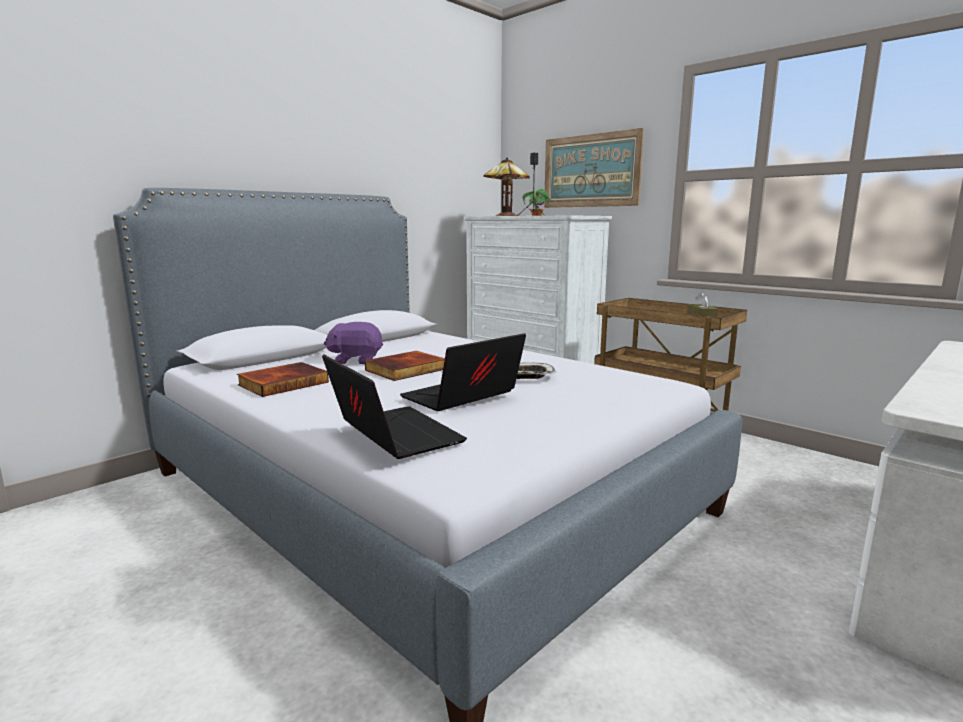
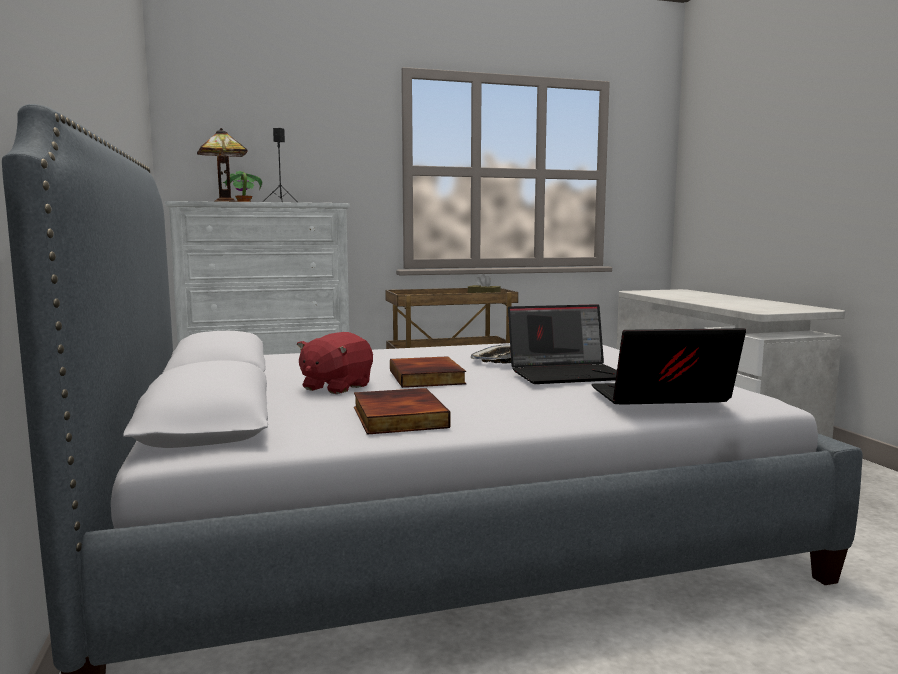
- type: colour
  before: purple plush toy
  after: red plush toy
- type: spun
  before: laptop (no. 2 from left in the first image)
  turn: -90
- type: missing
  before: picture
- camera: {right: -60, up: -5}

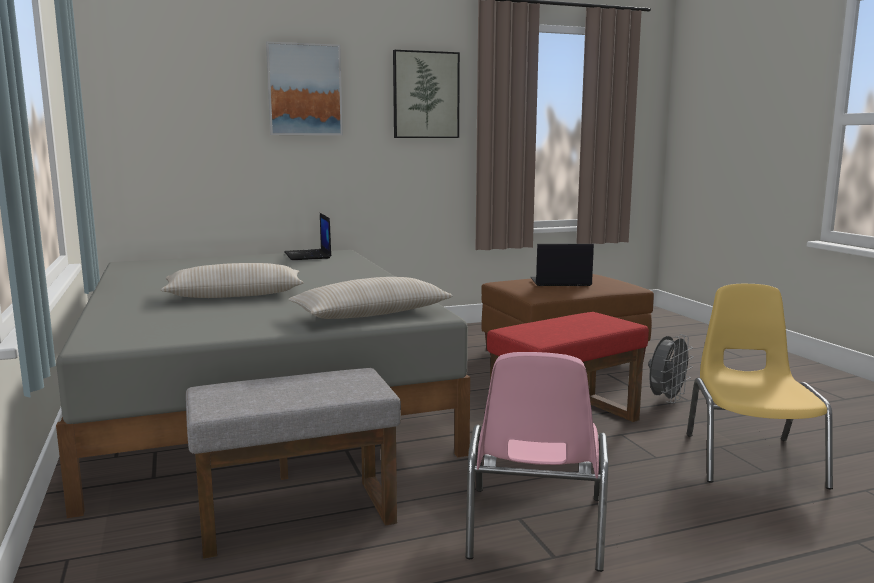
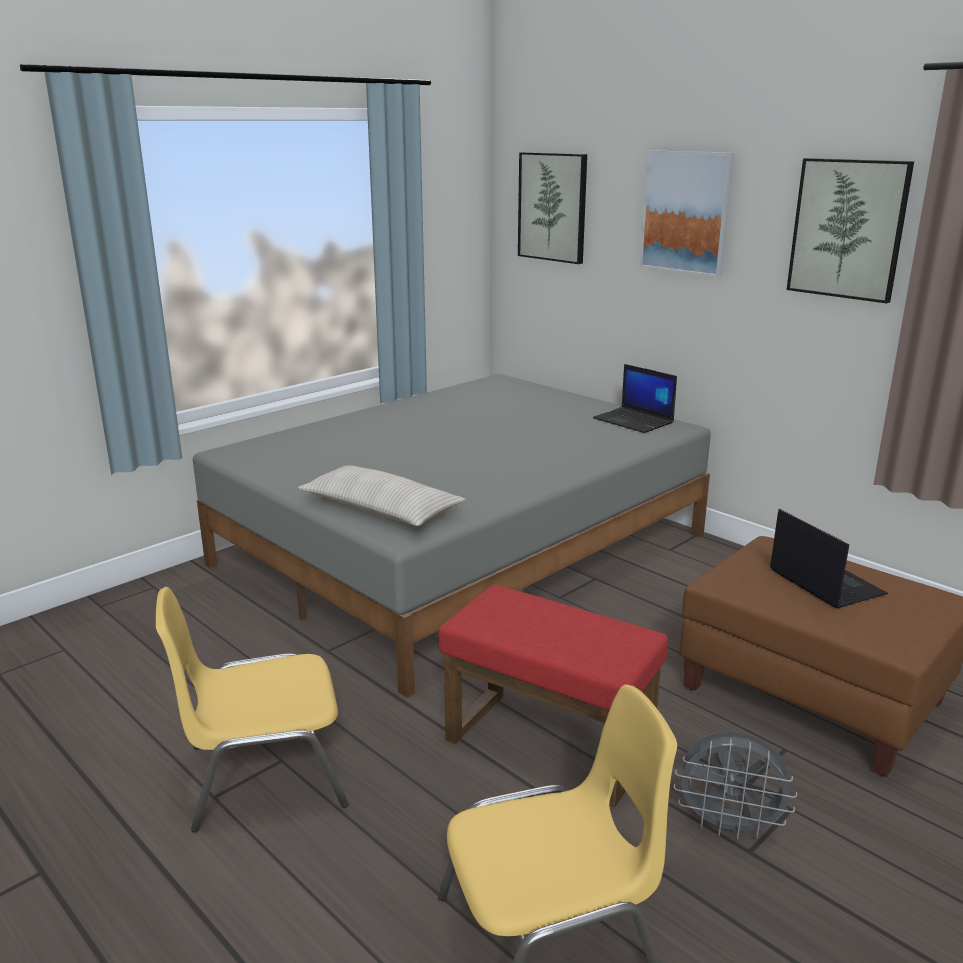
- type: colour
  before: pink chair
  after: yellow chair (no. 1 from left)
- type: appeared
  after: picture (no. 1 from left)
- type: spun
  before: laptop (no. 1 from left)
  turn: -90
- type: missing
  before: beige pillow (no. 1 from left)
- type: missing
  before: grey ottoman
- camera: {right: 65, up: 10}

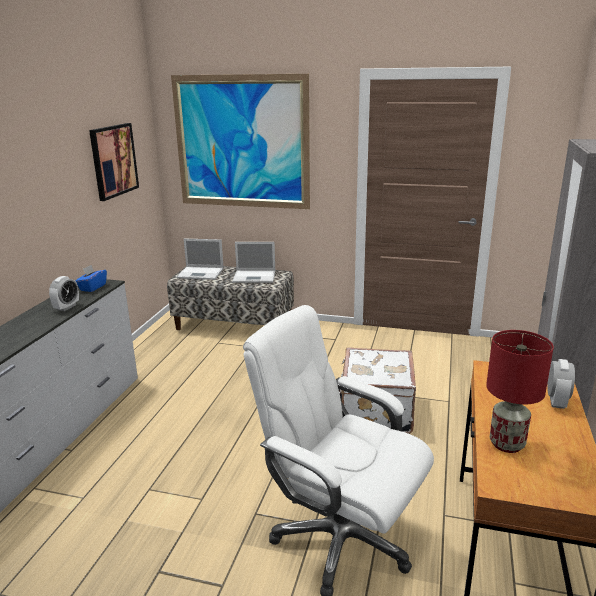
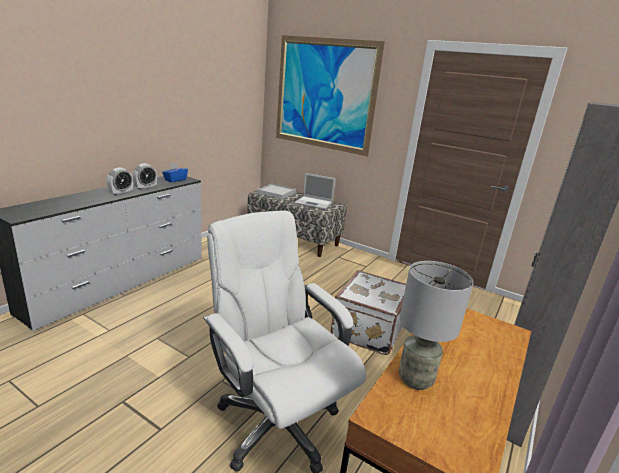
- type: relocated
  before: alarm clock (no. 2 from left in the first image)
  after: alarm clock (no. 1 from left)
- type: exchanged
  before: laptop (no. 1 from left)
  after: white tray
- type: colour
  before: red table lamp
  after: grey table lamp
- type: missing
  before: picture (no. 1 from left)
- camera: {right: 15, up: 0}

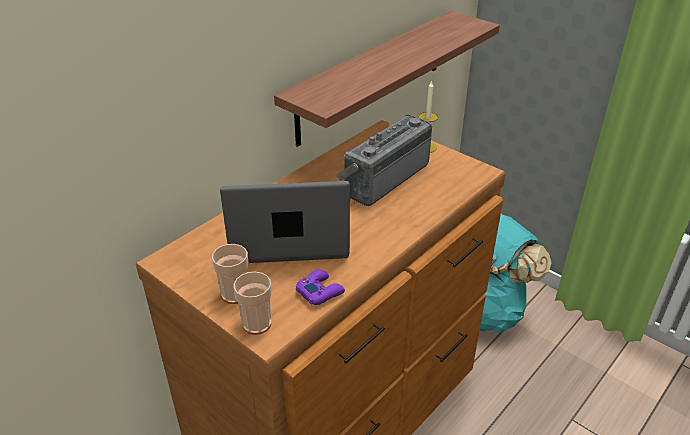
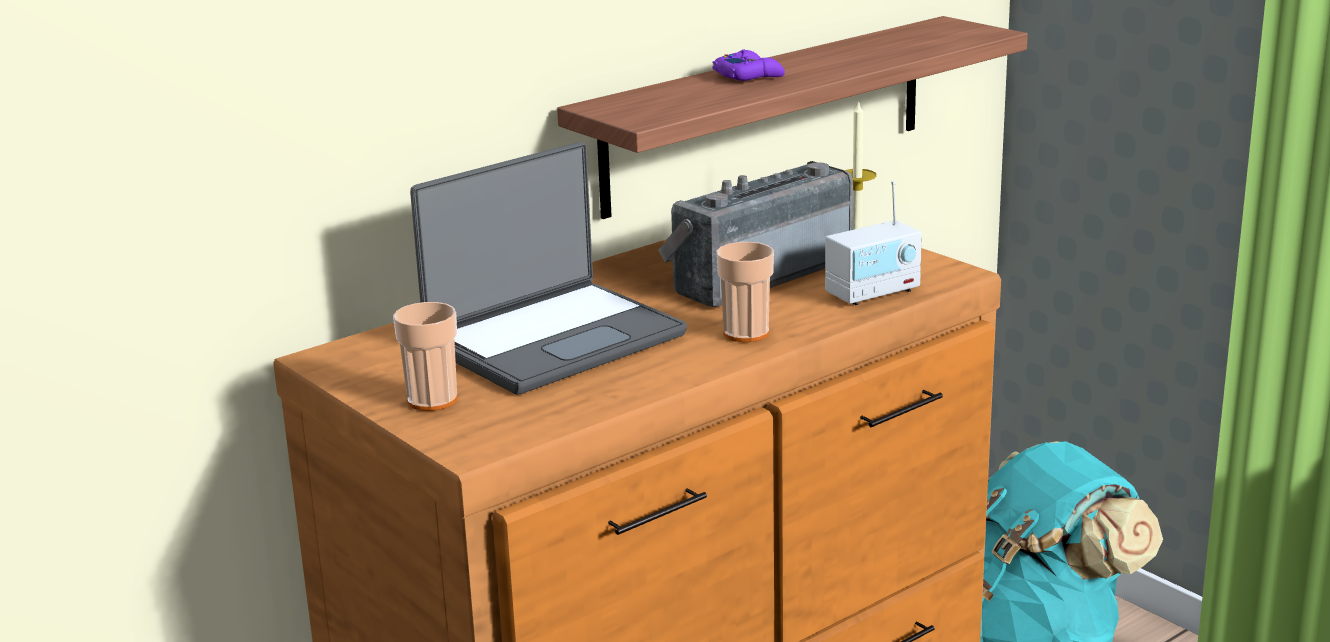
- type: spun
  before: laptop
  turn: 135
- type: relocated
  before: purple game controller
- type: relocated
  before: cup (no. 2 from left)
- type: appeared
  after: radio (no. 2 from left)
- camera: {right: 10, up: -15}

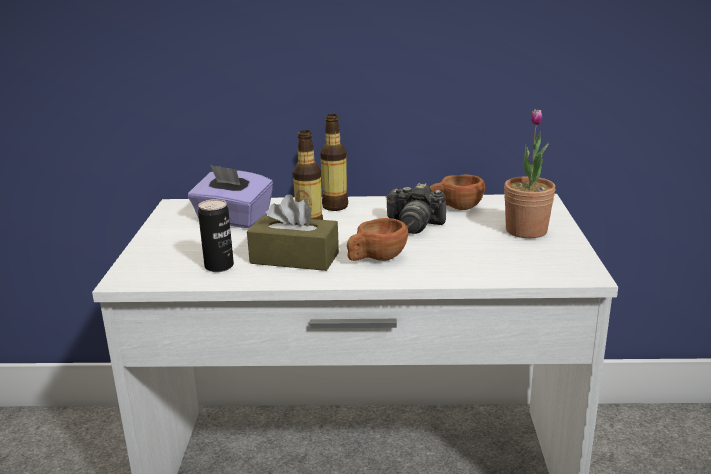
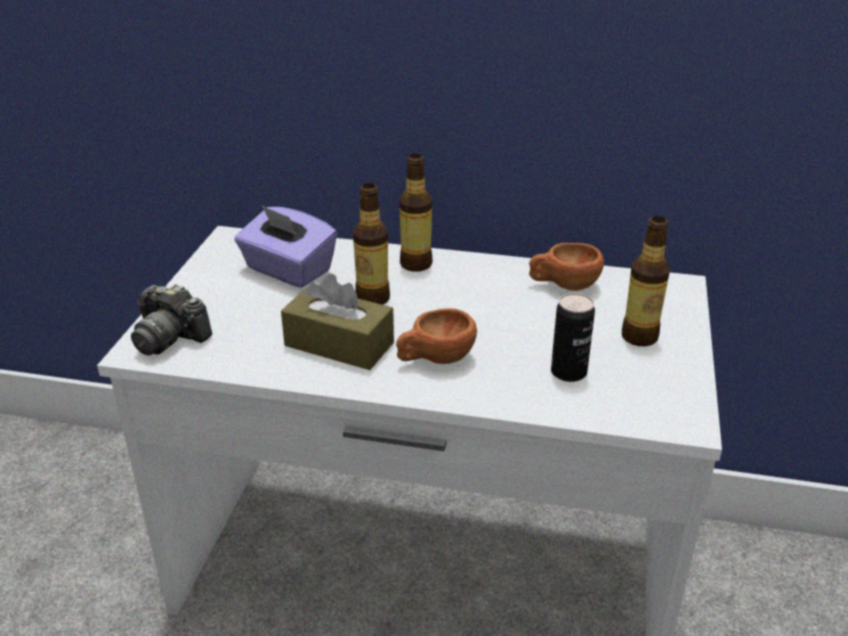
- type: relocated
  before: photo camera
- type: relocated
  before: can
- type: exchanged
  before: potted plant
  after: bottle (no. 3 from left)
- camera: {right: 10, up: 10}

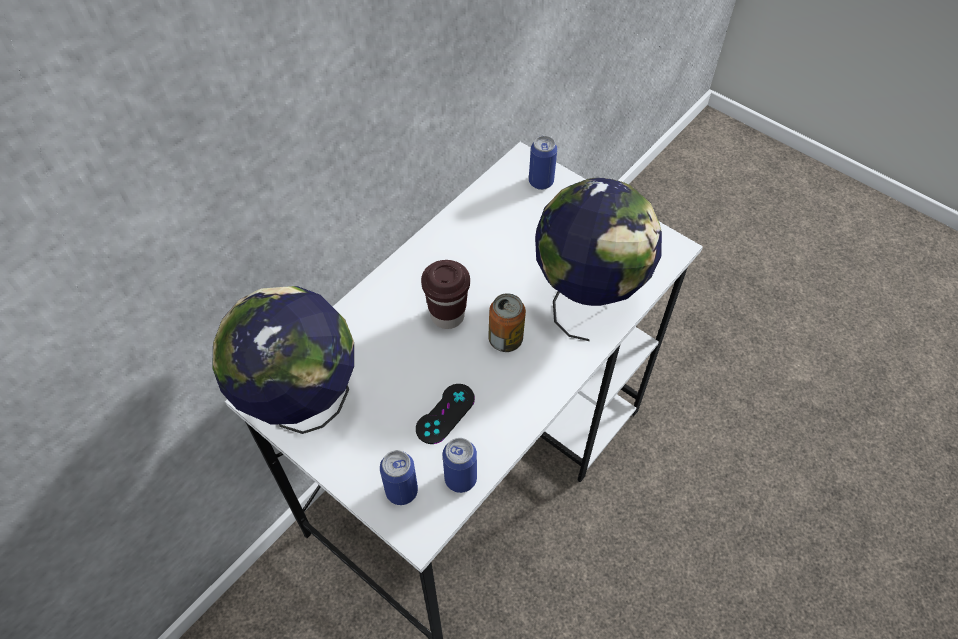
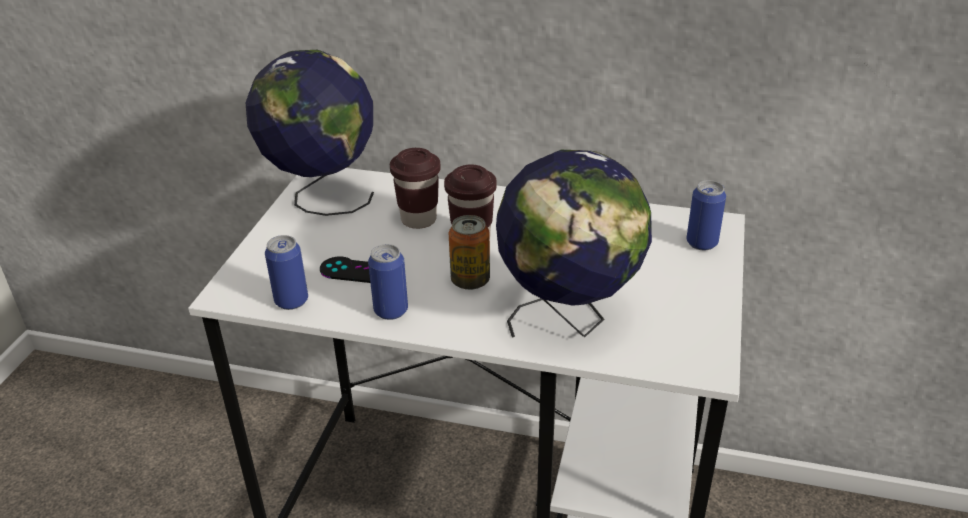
- type: relocated
  before: can (no. 1 from left in the first image)
  after: can (no. 2 from left)
- type: appeared
  after: brown cup (no. 1 from left)
- camera: {right: 65, up: -20}

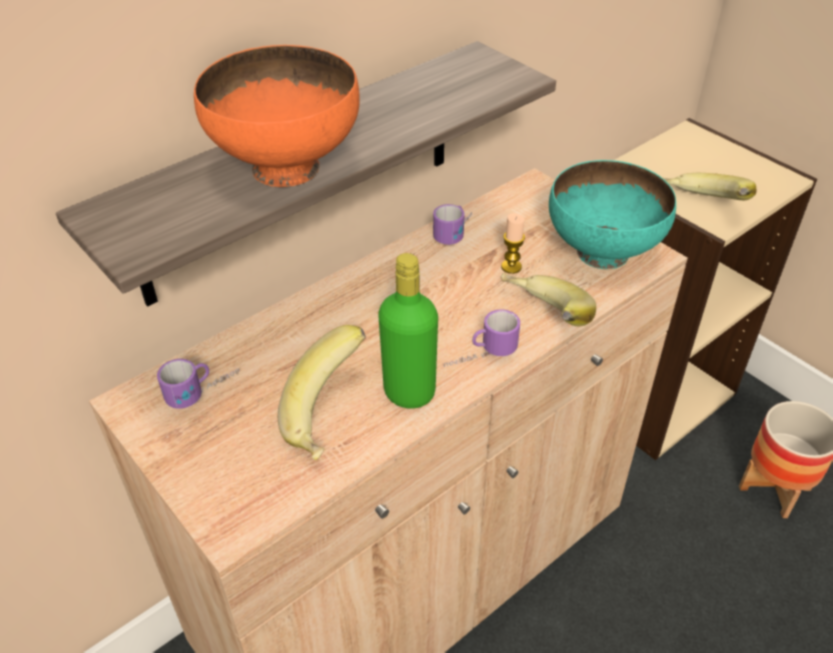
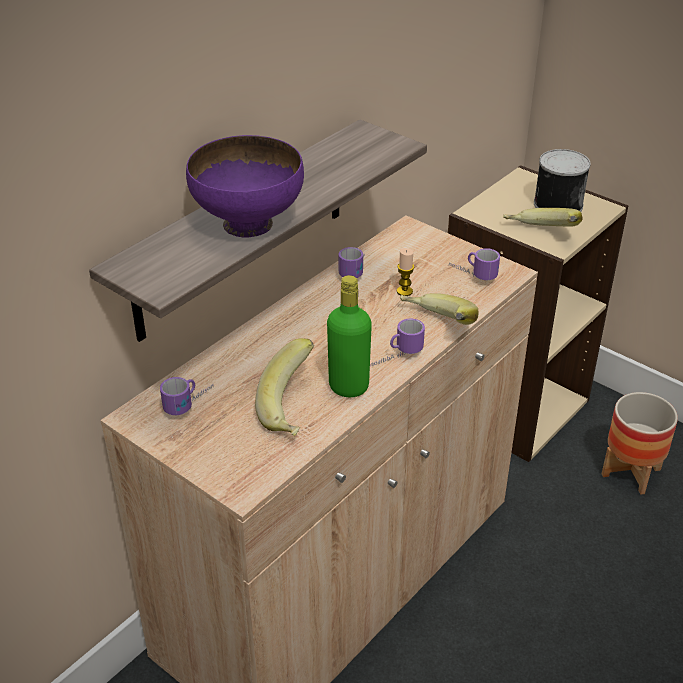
- type: colour
  before: orange bowl
  after: purple bowl
- type: exchanged
  before: turquoise bowl
  after: mug (no. 4 from left)
- type: appeared
  after: can
- camera: {right: -10, up: -5}

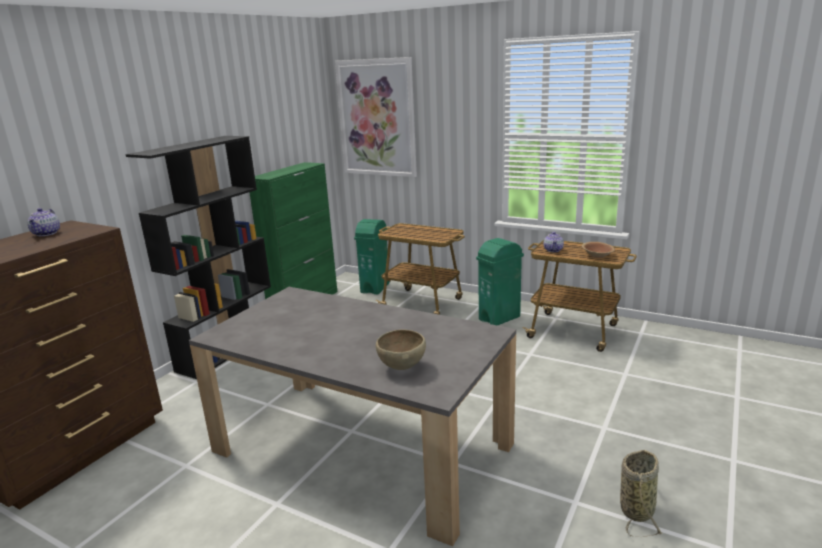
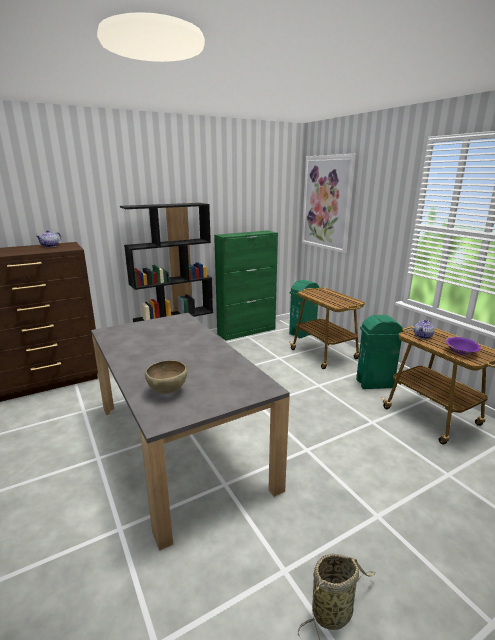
- type: colour
  before: brown bowl (no. 2 from left)
  after: purple bowl
- camera: {right: 30, up: 0}

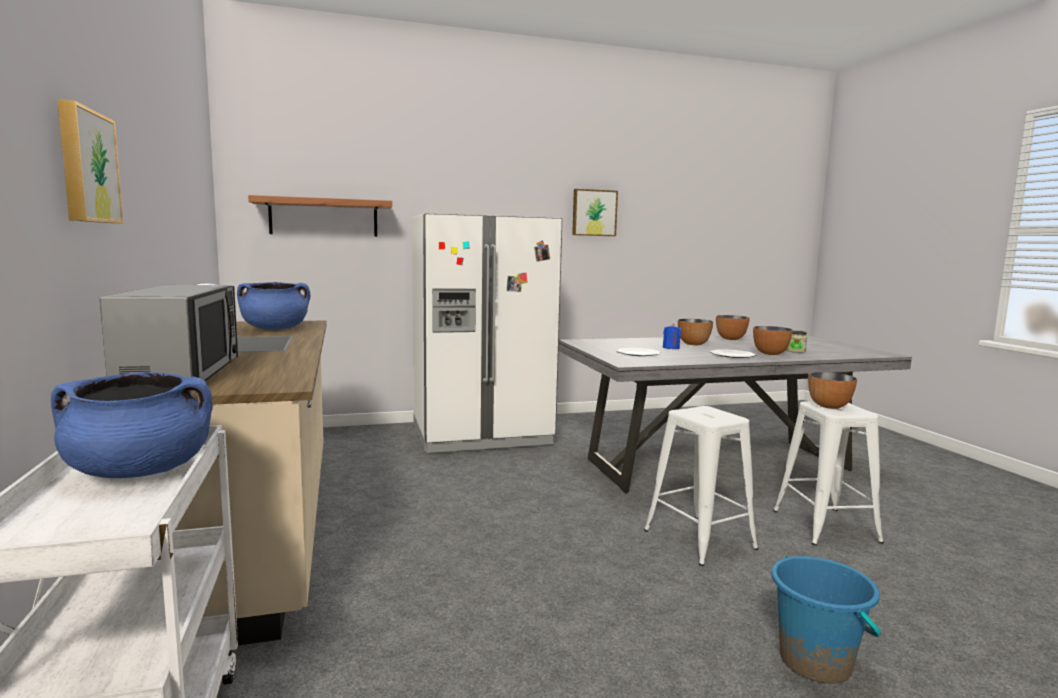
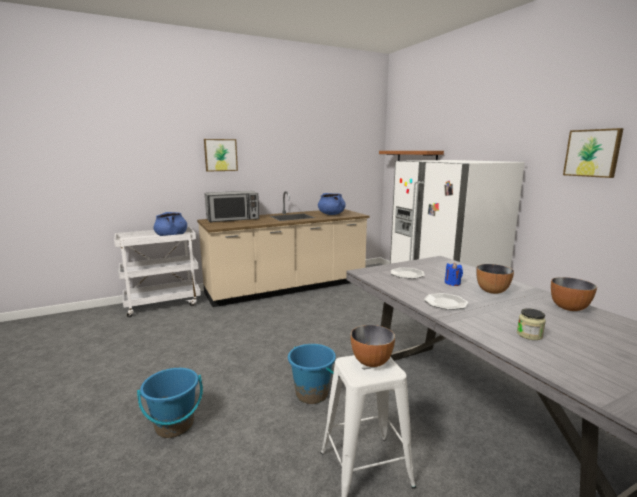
- type: exchanged
  before: white stool (no. 1 from left)
  after: blue bucket (no. 2 from left)
- type: missing
  before: bowl (no. 3 from left)
- camera: {right: 80, up: 5}

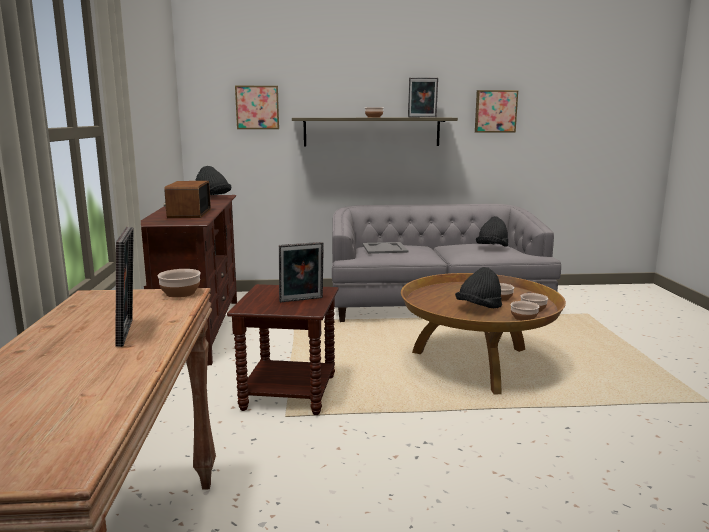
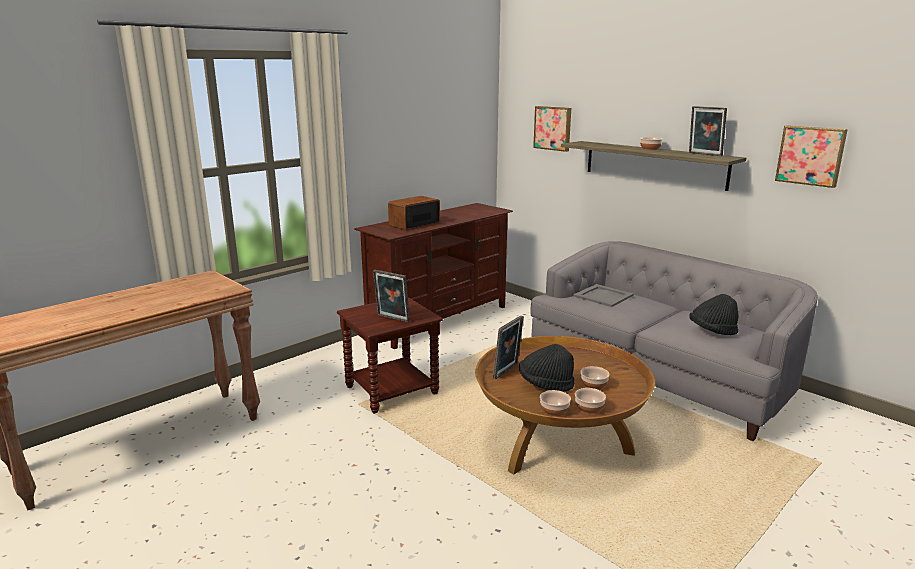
- type: relocated
  before: picture frame (no. 1 from left in the first image)
  after: picture frame (no. 2 from left)
- type: missing
  before: bowl (no. 1 from left)
- type: missing
  before: black hat (no. 1 from left)
- camera: {right: 50, up: 5}

